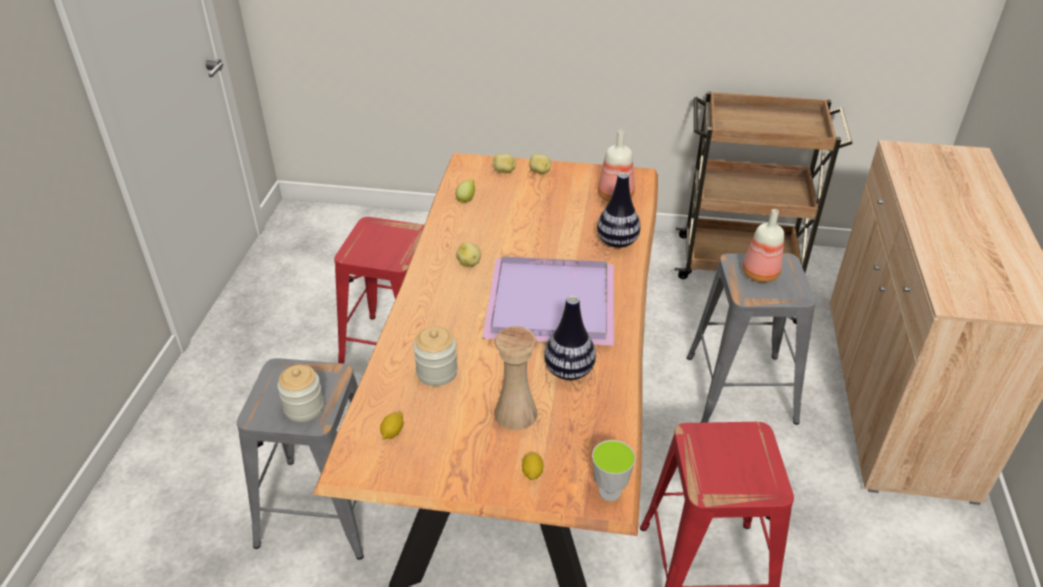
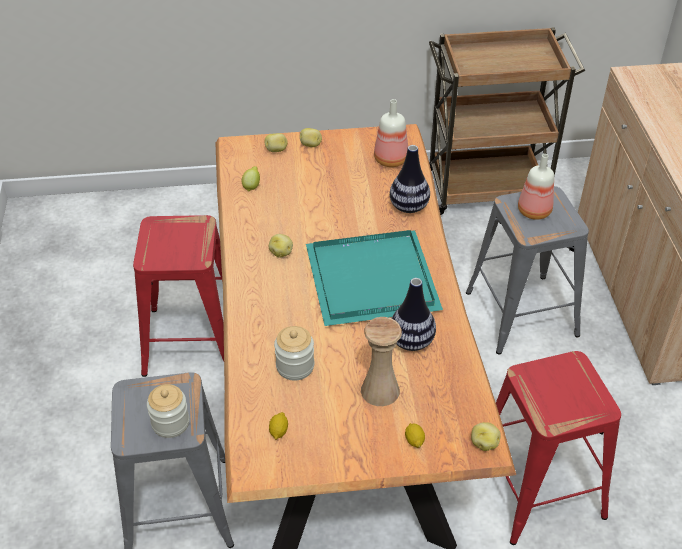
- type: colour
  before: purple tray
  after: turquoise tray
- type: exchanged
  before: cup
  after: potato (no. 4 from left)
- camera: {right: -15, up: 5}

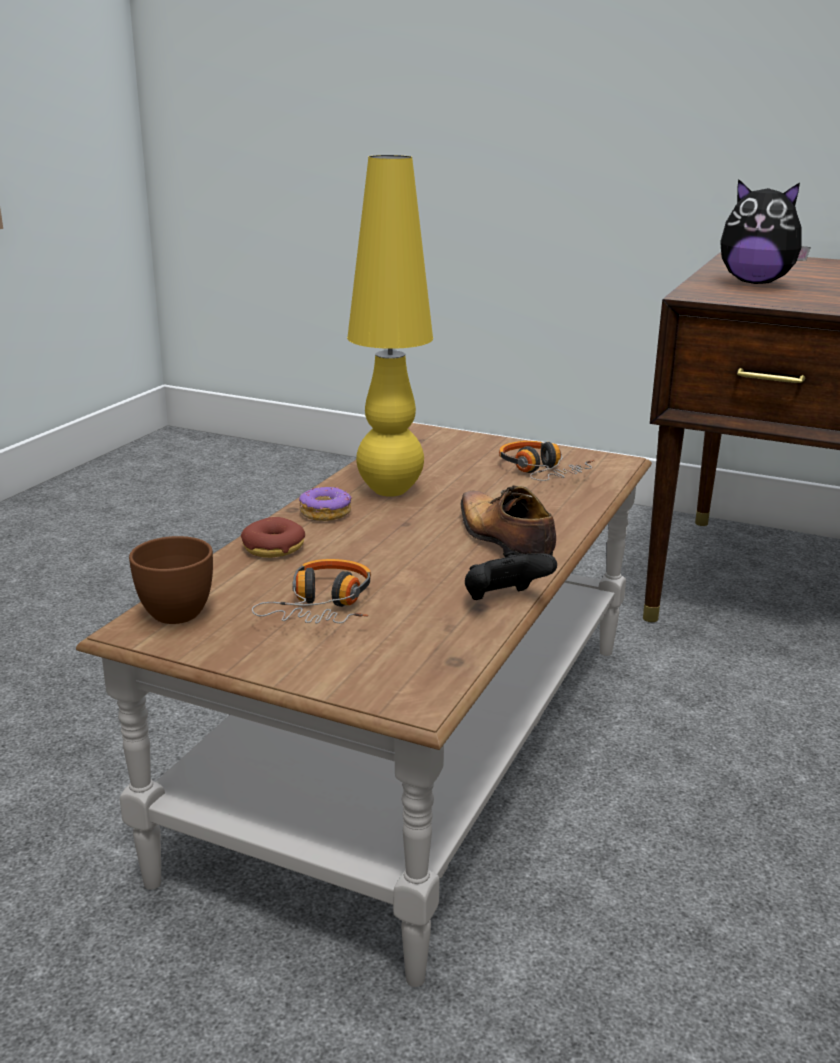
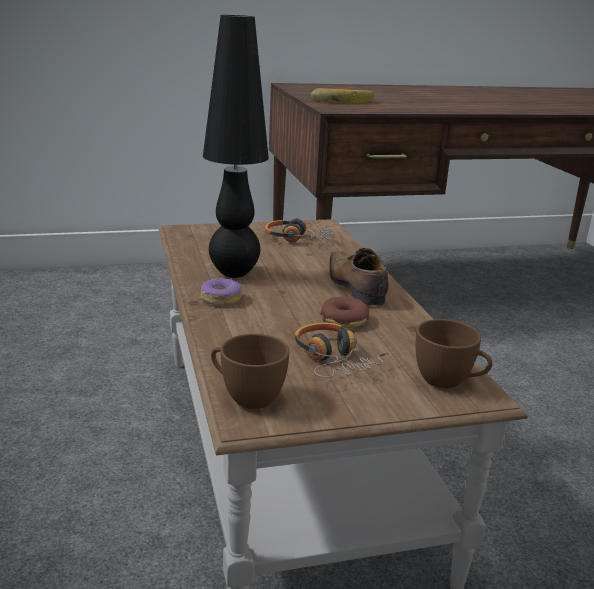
- type: colour
  before: yellow table lamp
  after: black table lamp
- type: exchanged
  before: plush toy
  after: banana
- type: relocated
  before: donut (no. 1 from left in the first image)
  after: donut (no. 2 from left)
- type: spun
  before: shoe
  turn: 45
- type: appeared
  after: brown cup (no. 2 from left)
- type: missing
  before: black game controller
- camera: {right: -40, up: 0}

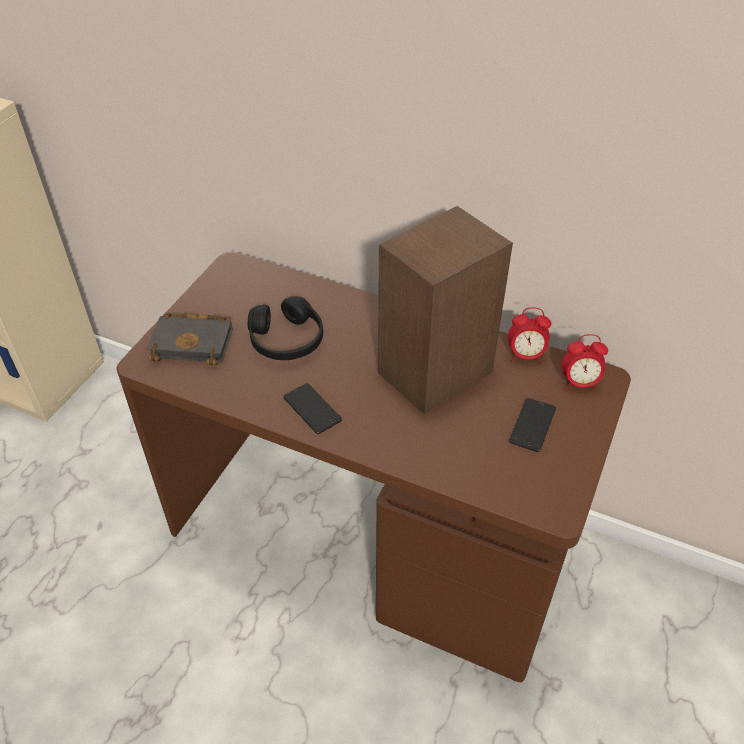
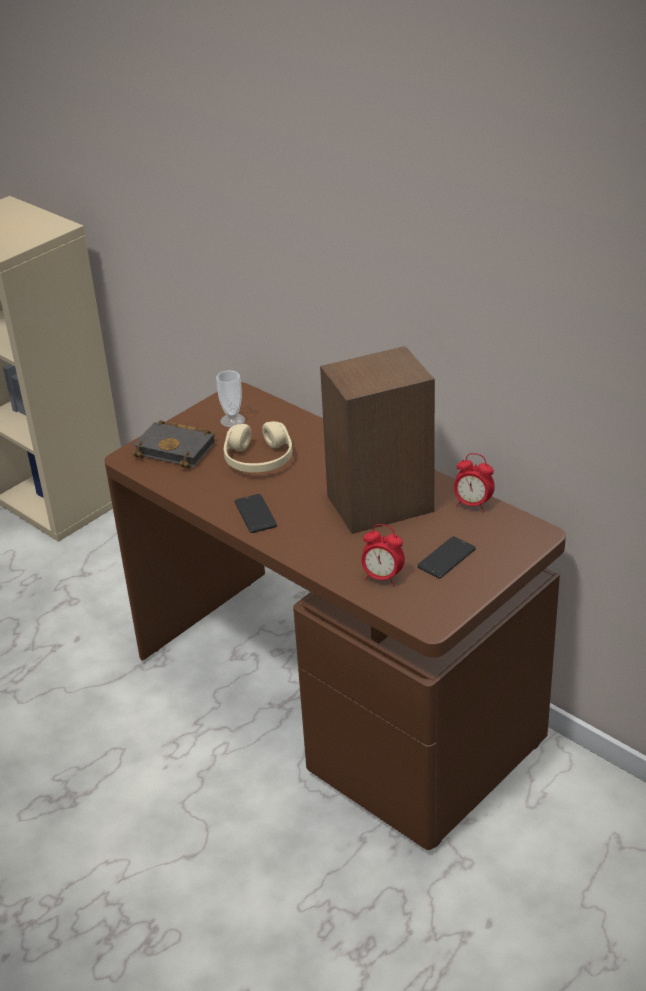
- type: appeared
  after: cup
- type: colour
  before: black headphones
  after: beige headphones
- type: relocated
  before: alarm clock (no. 2 from left in the first image)
  after: alarm clock (no. 1 from left)
- camera: {right: 20, up: -10}

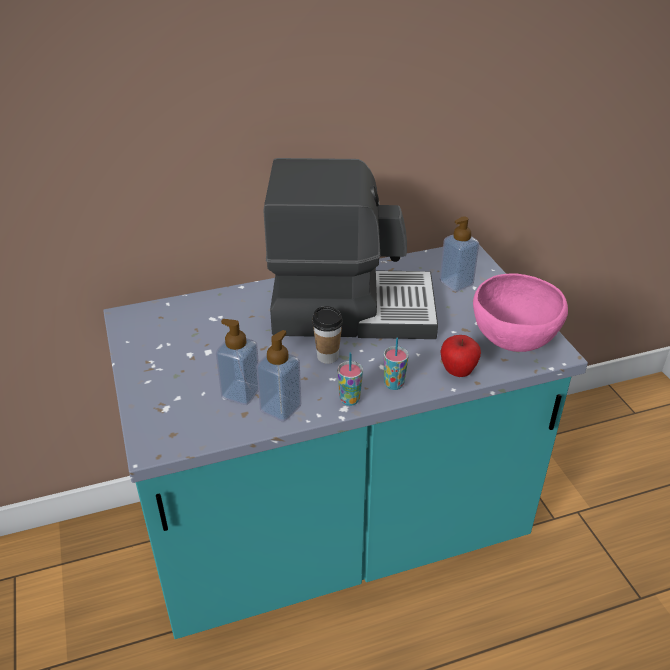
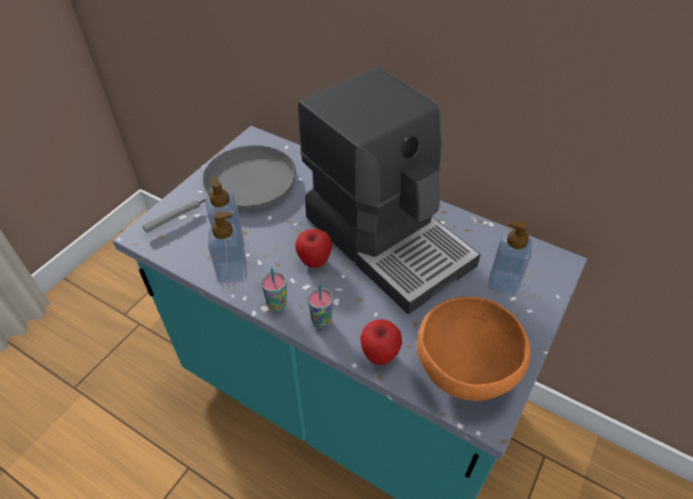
- type: appeared
  after: grey frying pan
- type: exchanged
  before: cup (no. 1 from left)
  after: apple (no. 1 from left)
- type: colour
  before: pink bowl
  after: orange bowl
- camera: {right: 50, up: 10}

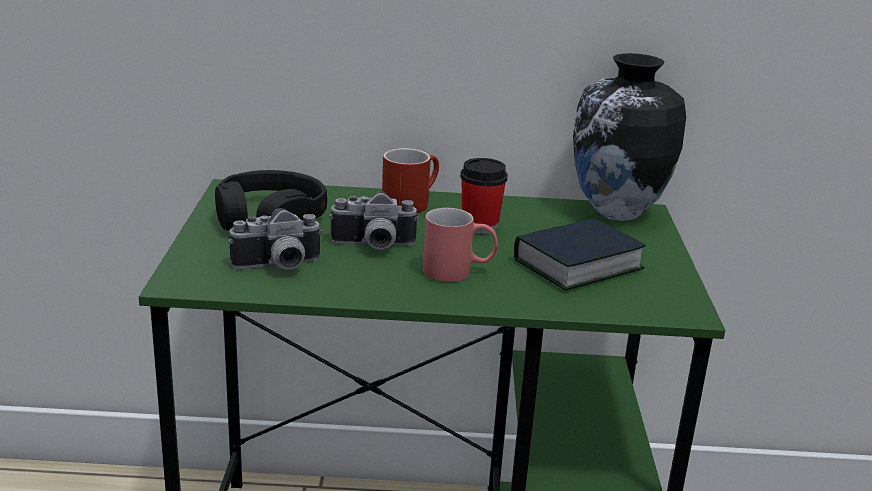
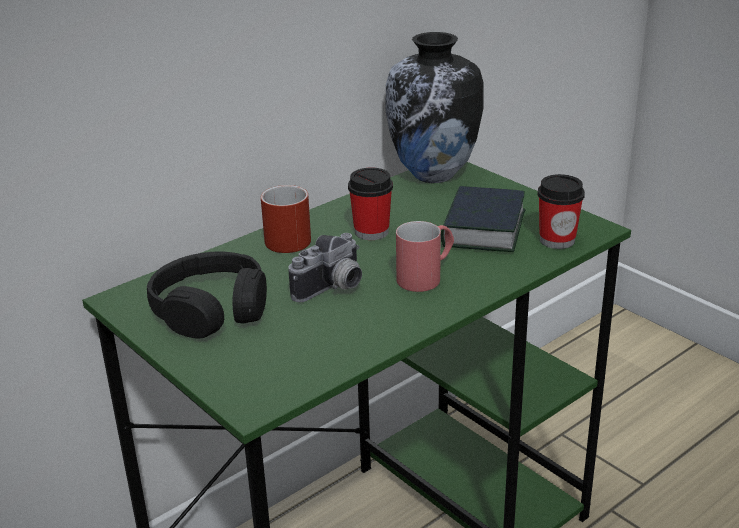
- type: appeared
  after: cup (no. 2 from left)
- type: missing
  before: photo camera (no. 1 from left)
- camera: {right: -40, up: 5}

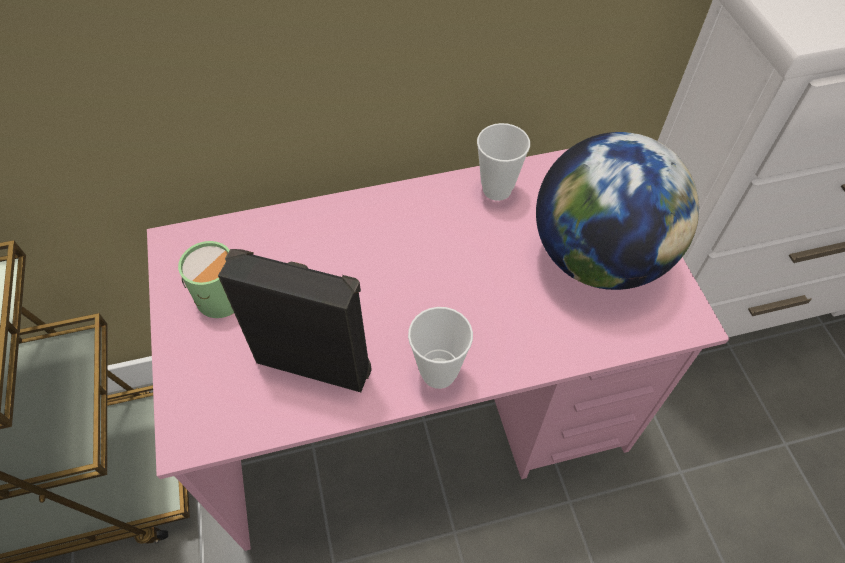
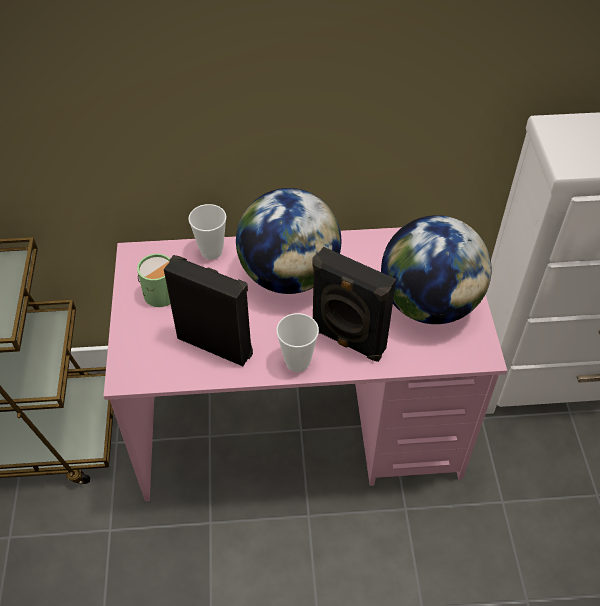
- type: relocated
  before: cup (no. 2 from left in the first image)
  after: cup (no. 1 from left)
- type: appeared
  after: globe (no. 1 from left)
- type: appeared
  after: black speaker (no. 2 from left)
- camera: {right: 10, up: -5}

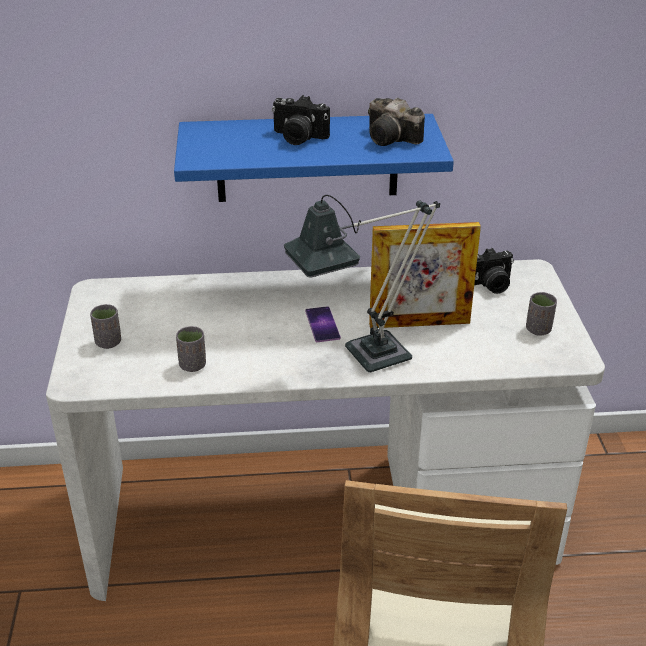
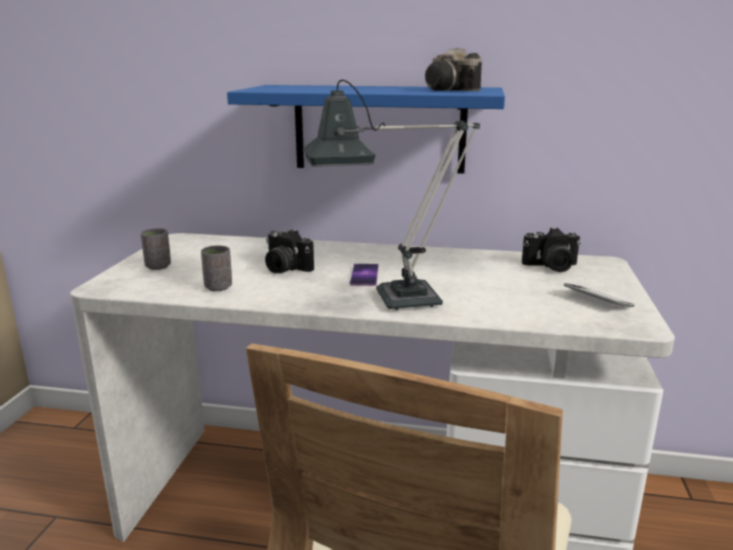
- type: relocated
  before: photo camera (no. 1 from left)
- type: exchanged
  before: grey cup (no. 3 from left)
  after: phone (no. 2 from left)
- type: missing
  before: picture frame
- camera: {right: 15, up: -15}

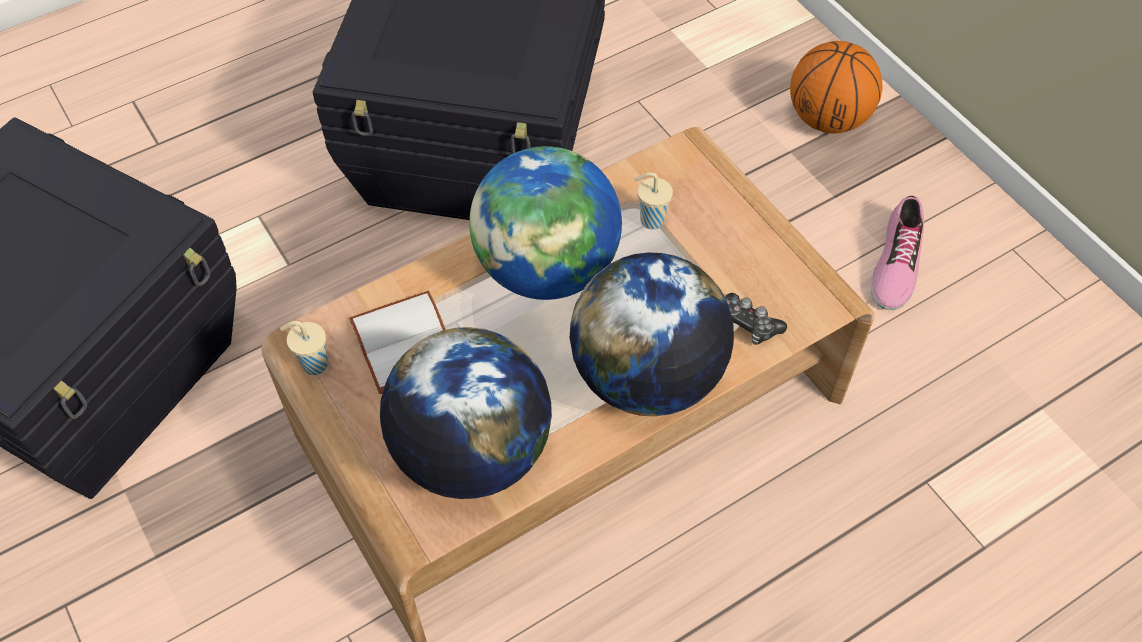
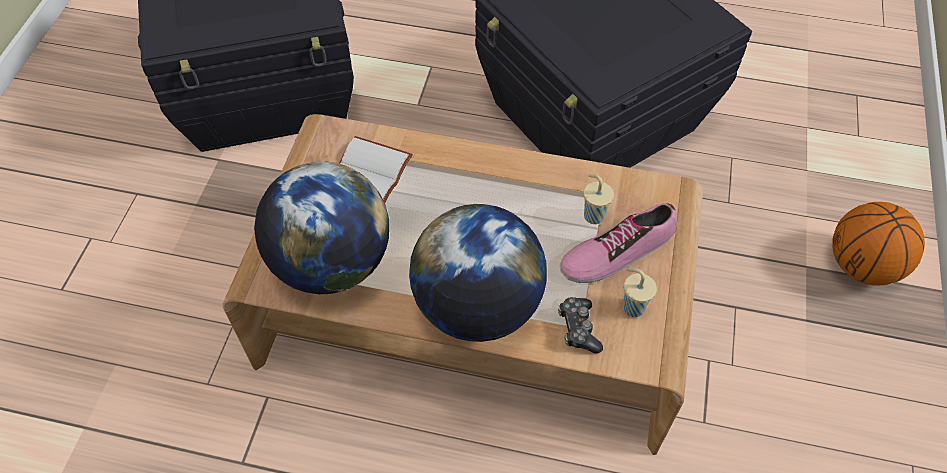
- type: relocated
  before: shoe
- type: relocated
  before: beige cup (no. 1 from left in the first image)
  after: beige cup (no. 2 from left)
- type: missing
  before: globe (no. 2 from left)
- camera: {right: 45, up: 0}

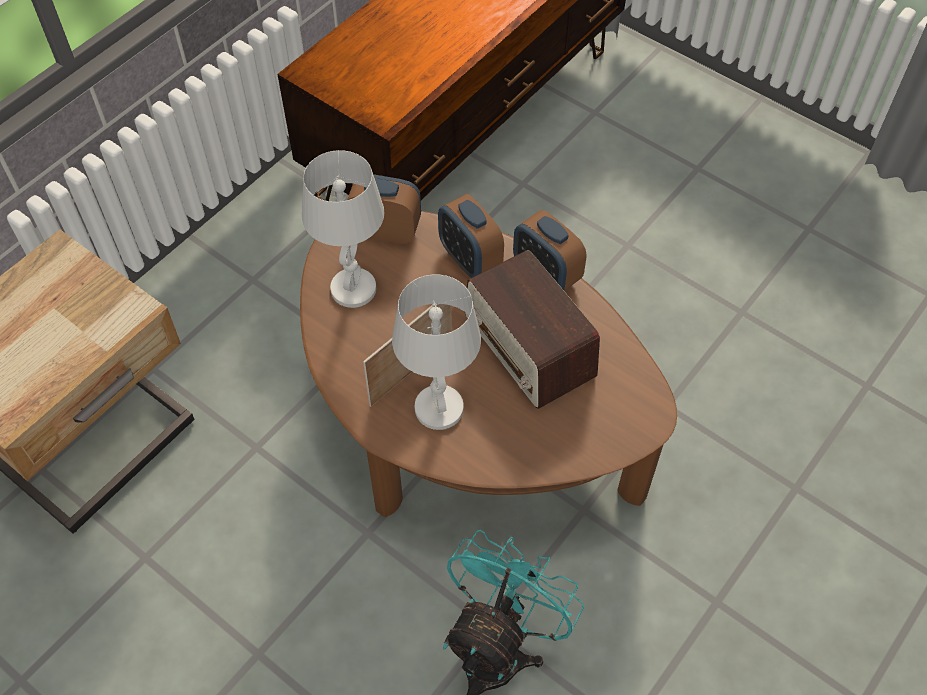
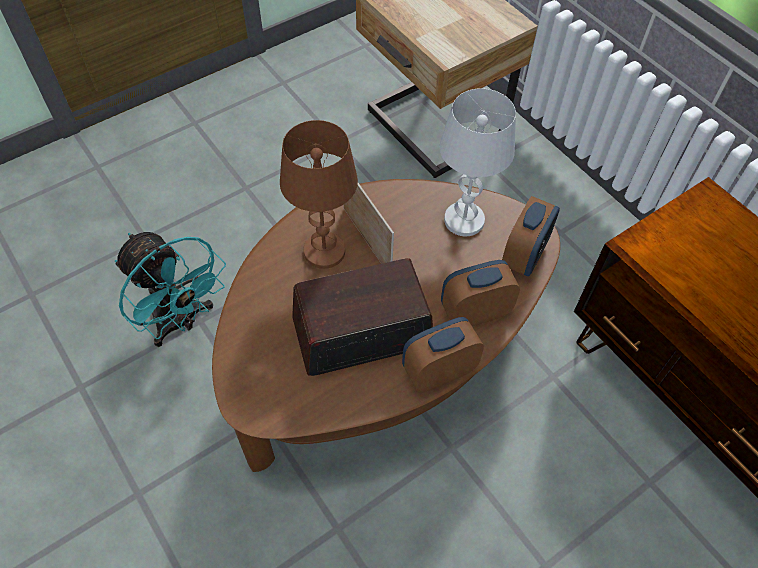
- type: colour
  before: white table lamp (no. 2 from left)
  after: brown table lamp
- camera: {right: 105, up: 0}

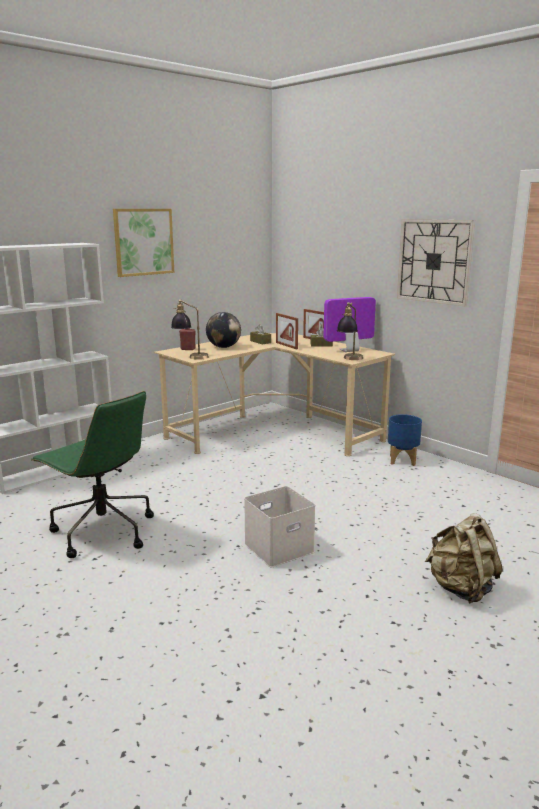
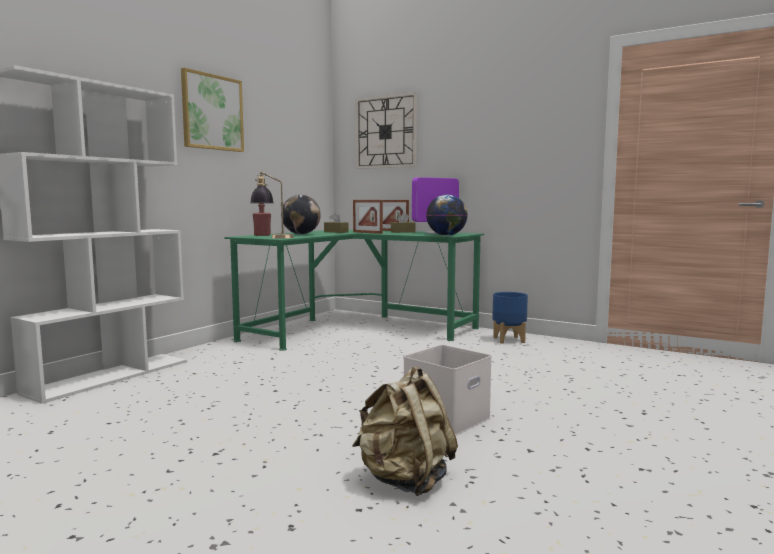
- type: colour
  before: beige desk
  after: green desk
- type: relocated
  before: beige backpack
- type: relocated
  before: wall clock
- type: exchanged
  before: table lamp (no. 2 from left)
  after: globe (no. 2 from left)
- type: missing
  before: green office chair
- camera: {right: -15, up: -10}

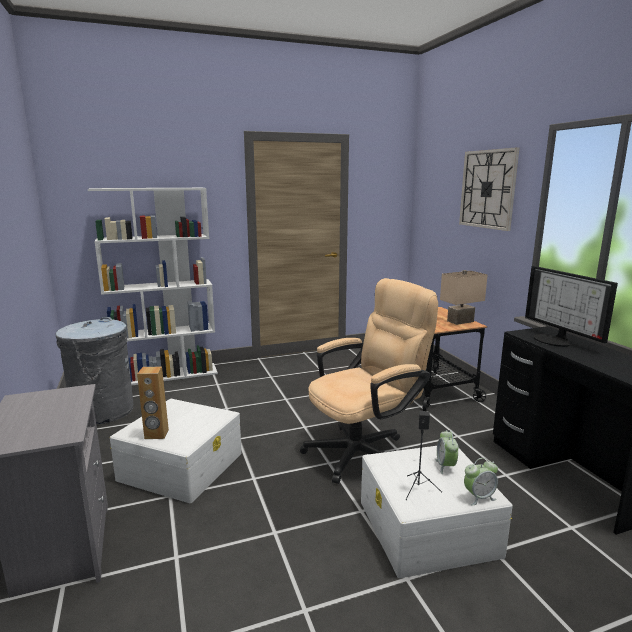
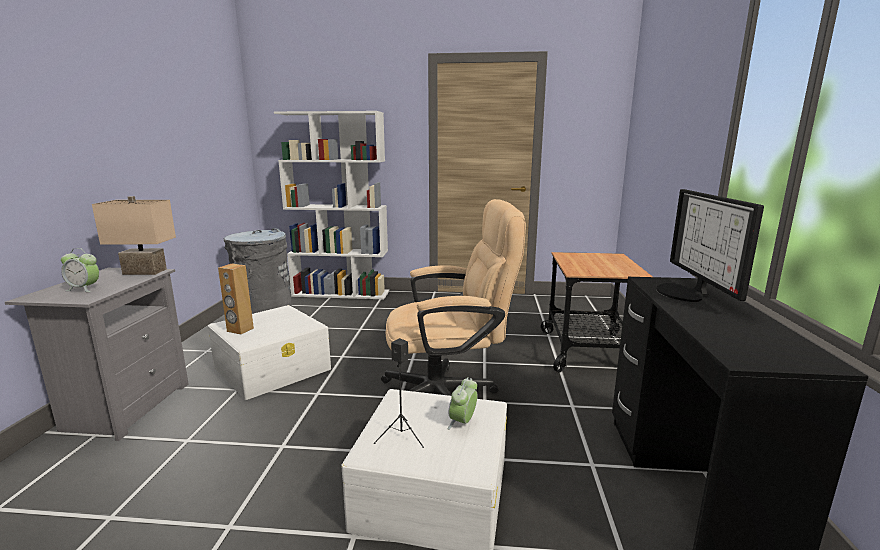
- type: relocated
  before: alarm clock (no. 2 from left in the first image)
  after: alarm clock (no. 1 from left)
- type: relocated
  before: beige table lamp
- type: missing
  before: wall clock
- camera: {right: 25, up: 0}

